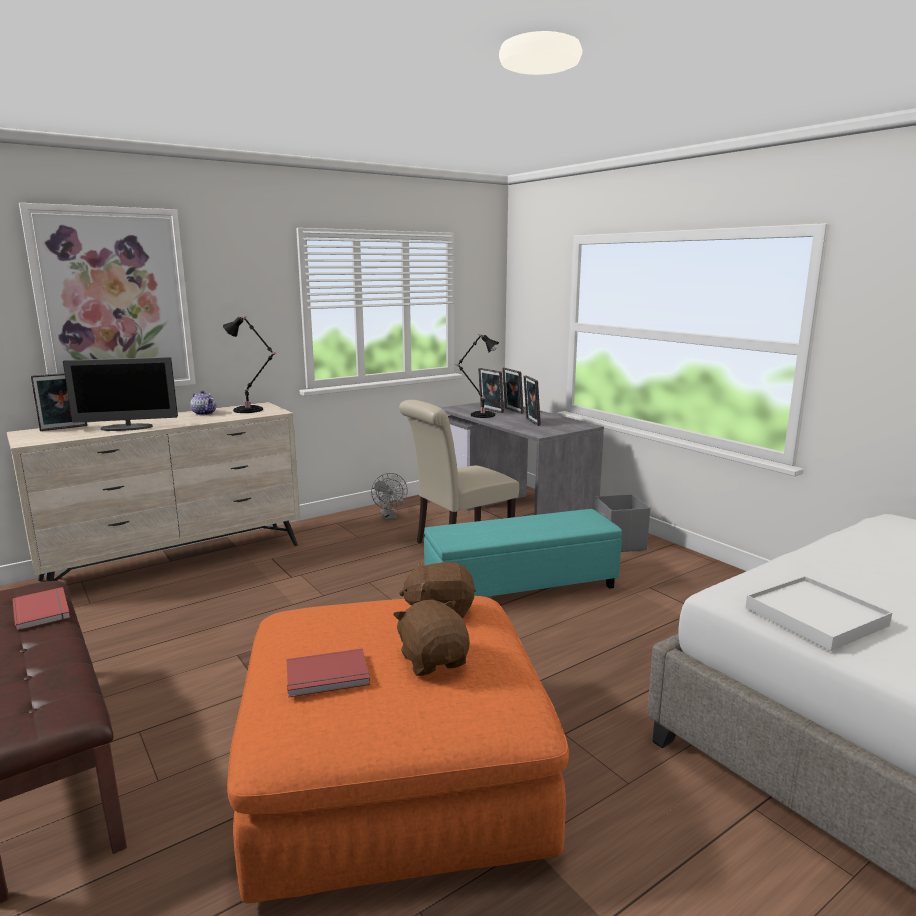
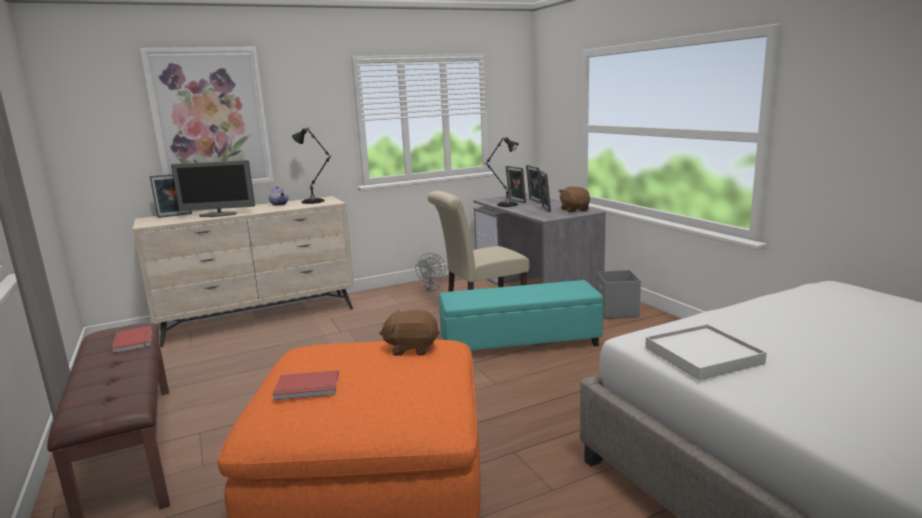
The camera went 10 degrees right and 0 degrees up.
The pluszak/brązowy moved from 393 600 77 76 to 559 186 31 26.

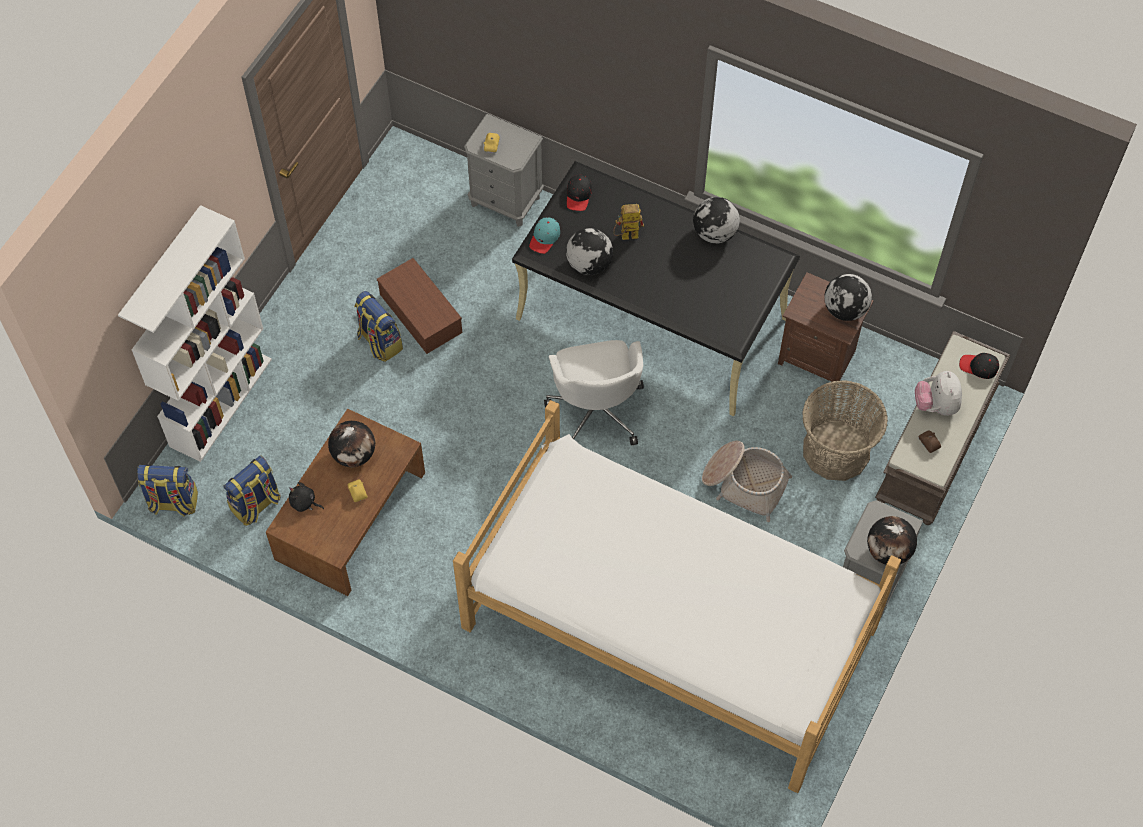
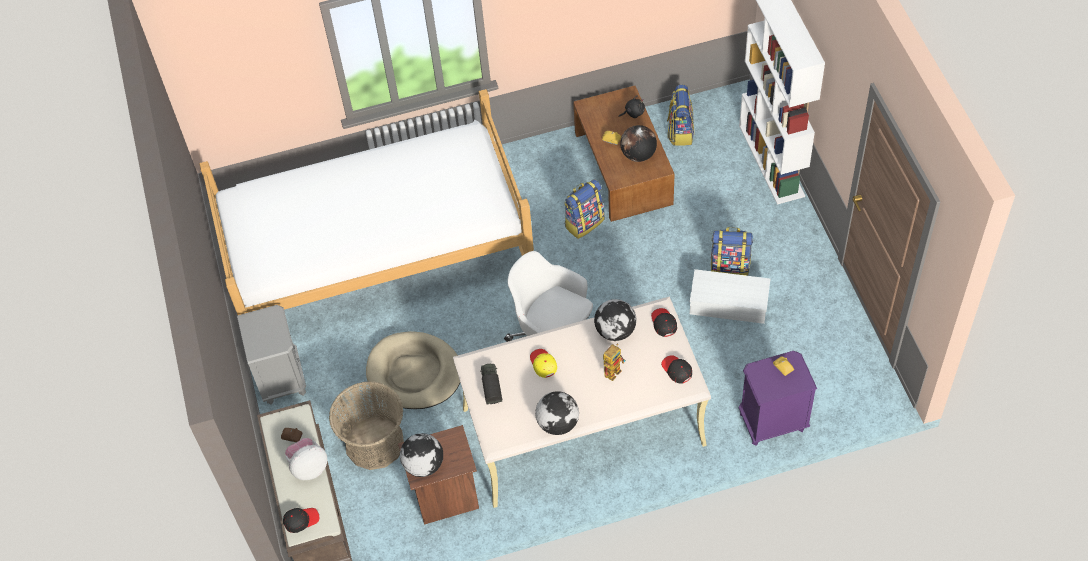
The camera went 140 degrees right and 5 degrees down.
The globus at 867 516 50 49 disappeared.
The ciężarówka zabawkowa at 480 364 22 40 appeared.
The czapka z daszkiem/żółty at 530 349 27 29 appeared.
The plecak moved from 137 464 61 52 to 564 179 41 60.
The koszyk at 702 441 90 81 was replaced by the legowisko/beżowy at 366 331 94 78.
The pojemnik do przechowywania/brązowy at 377 258 85 96 became the pojemnik do przechowywania/biały at 690 269 80 55.
The szafka nocna/szary at 464 114 80 113 became the szafka nocna/fioletowy at 739 351 78 95.
The biurko/czarny at 512 161 288 255 became the biurko/beżowy at 453 297 258 211.
The czapka z daszkiem/turkusowy at 529 217 31 37 became the czapka z daszkiem/czarny at 651 308 26 29.
The pluszak at 915 371 47 45 turned 75 degrees counterclockwise.

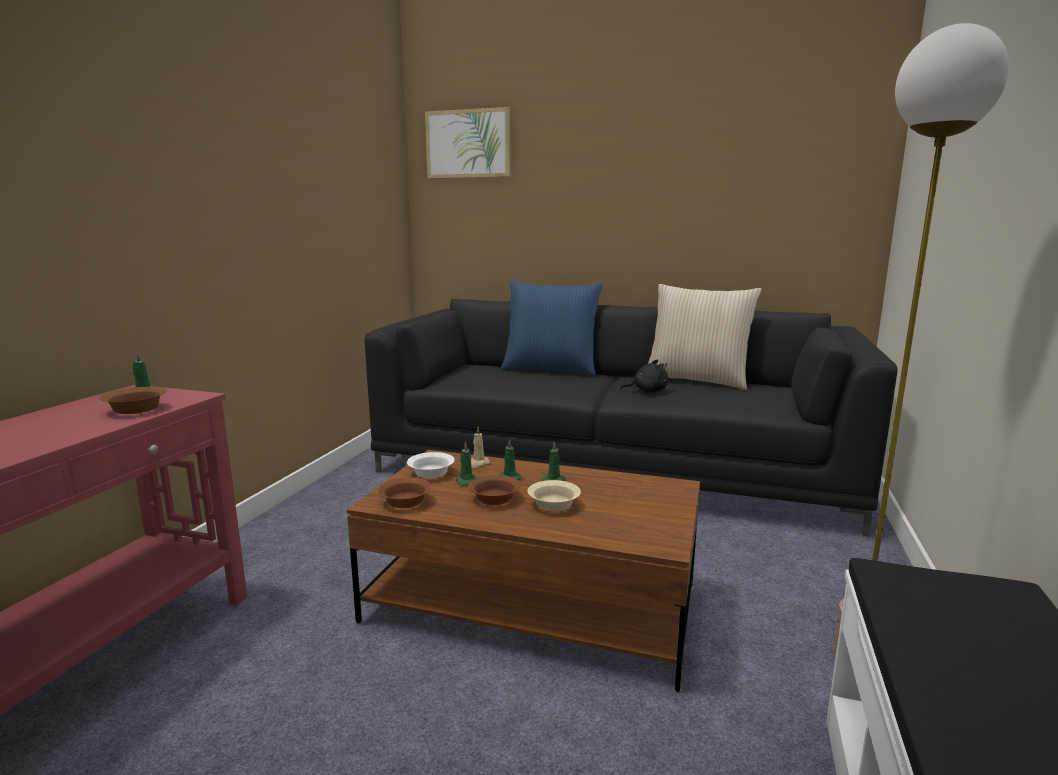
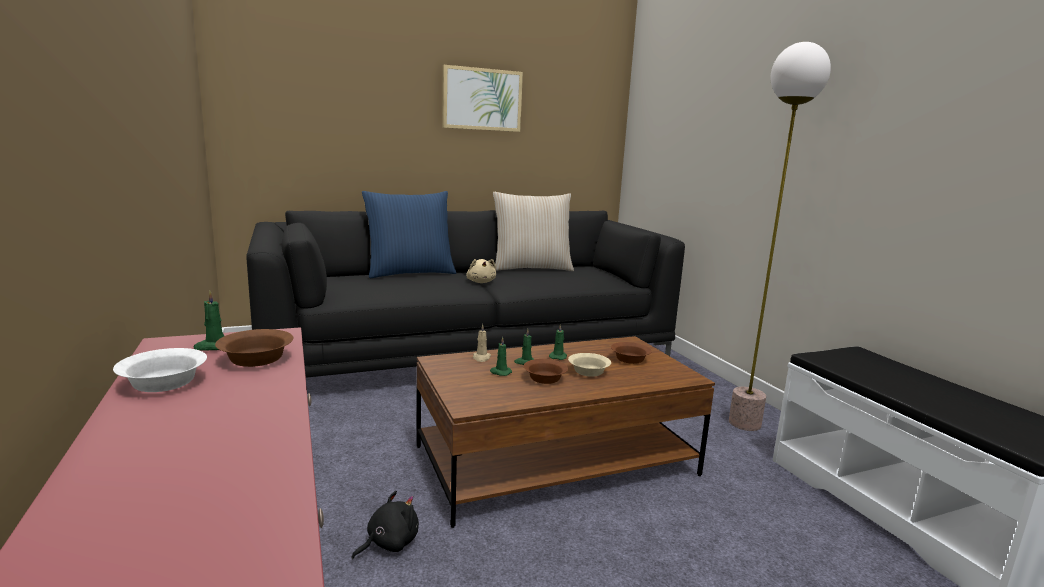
The camera went 40 degrees left and 0 degrees up.
The pluszak/beżowy at 466 259 30 24 appeared.
The miska/brązowy moved from 378 478 54 30 to 611 342 41 22.
The miska/biały moved from 407 452 48 26 to 113 348 94 44.
The obraz moved from 425 107 86 72 to 442 65 81 67.
The pluszak/czarny moved from 620 359 48 33 to 352 491 67 68.

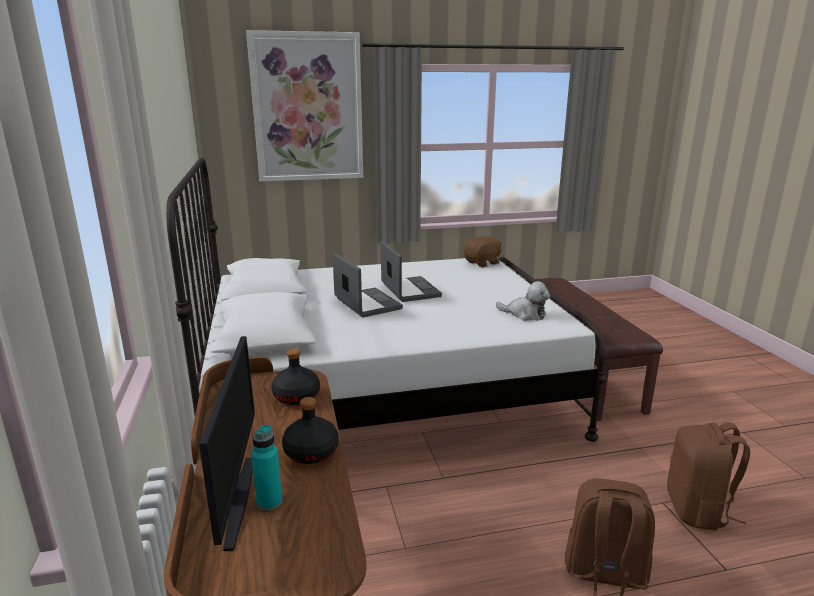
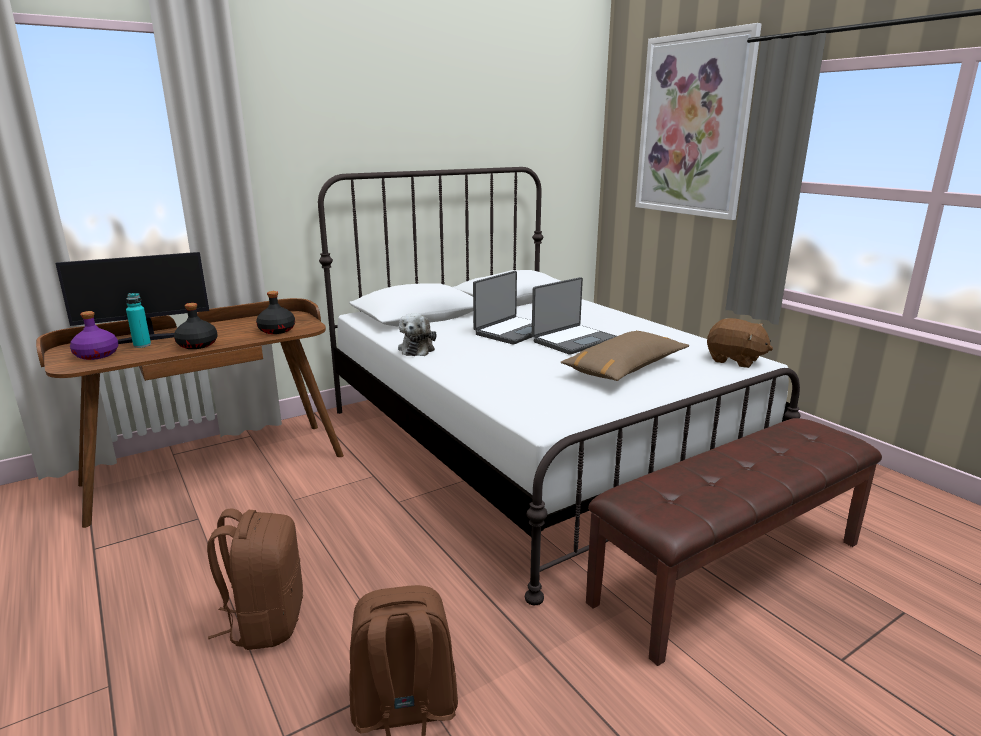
The camera went 70 degrees right and 0 degrees up.
The butelka/fioletowy at 70 311 49 49 appeared.
The poduszka/brązowy at 560 331 129 50 appeared.
The pluszak moved from 496 281 54 40 to 398 313 39 43.

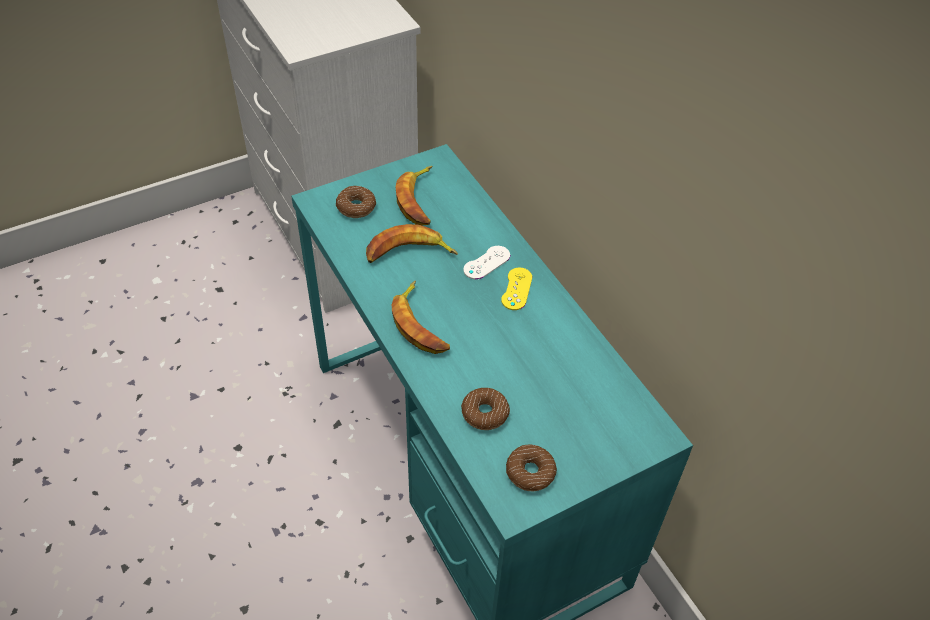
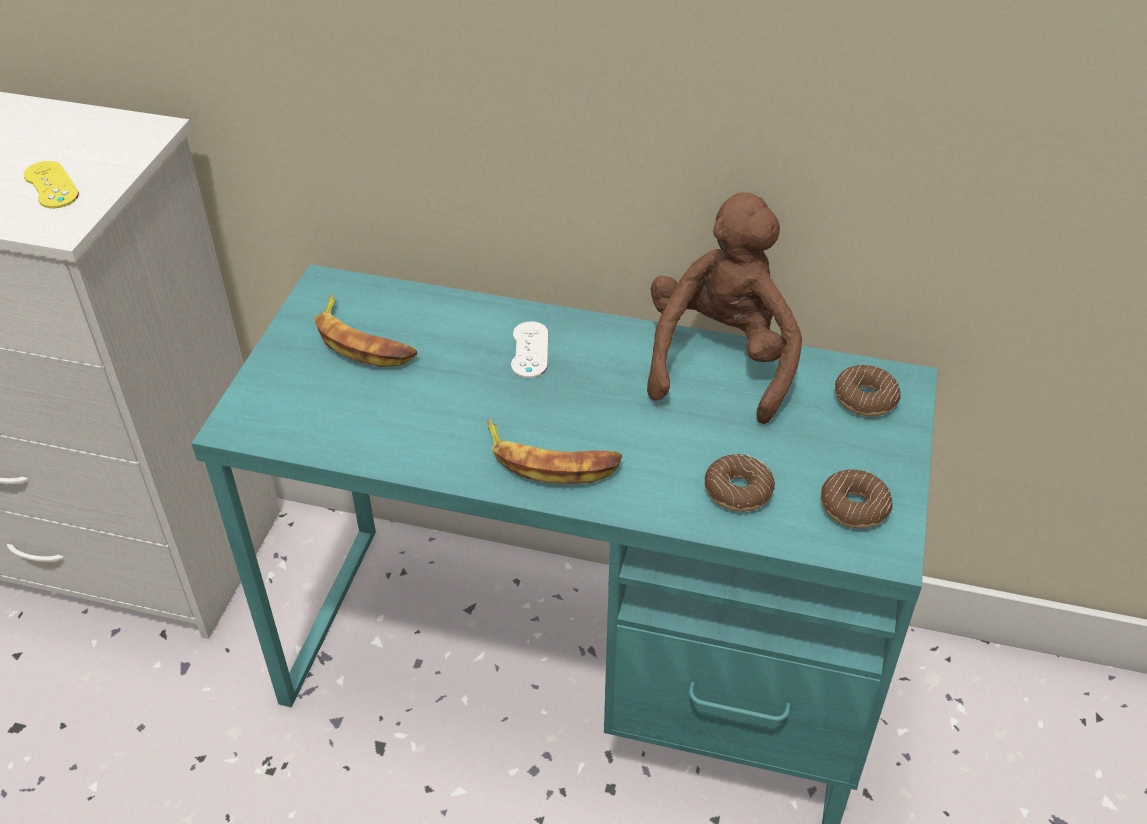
The camera went 45 degrees left and 5 degrees down.
The banan at 366 224 92 39 disappeared.
The pluszak/brązowy at 647 192 155 232 appeared.
The donut moved from 336 186 40 32 to 835 365 66 51.
The pad do gier/żółty moved from 501 268 31 42 to 23 161 56 47.

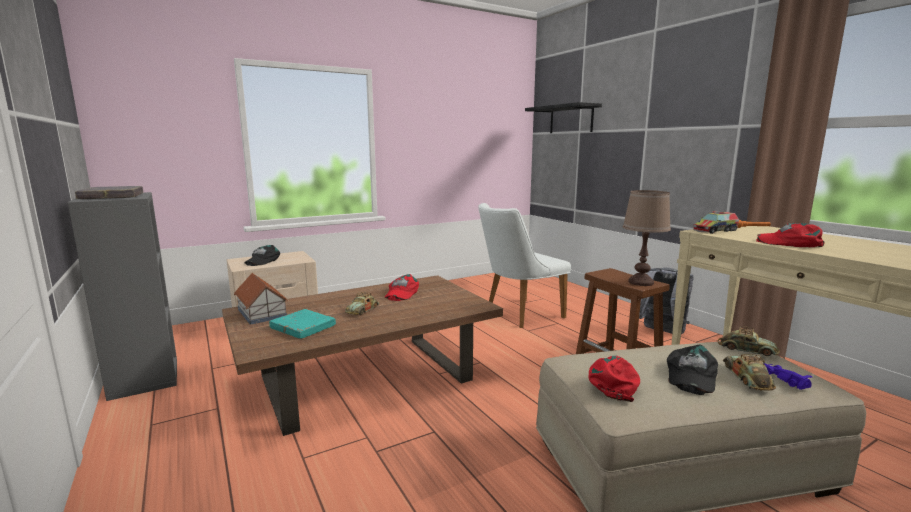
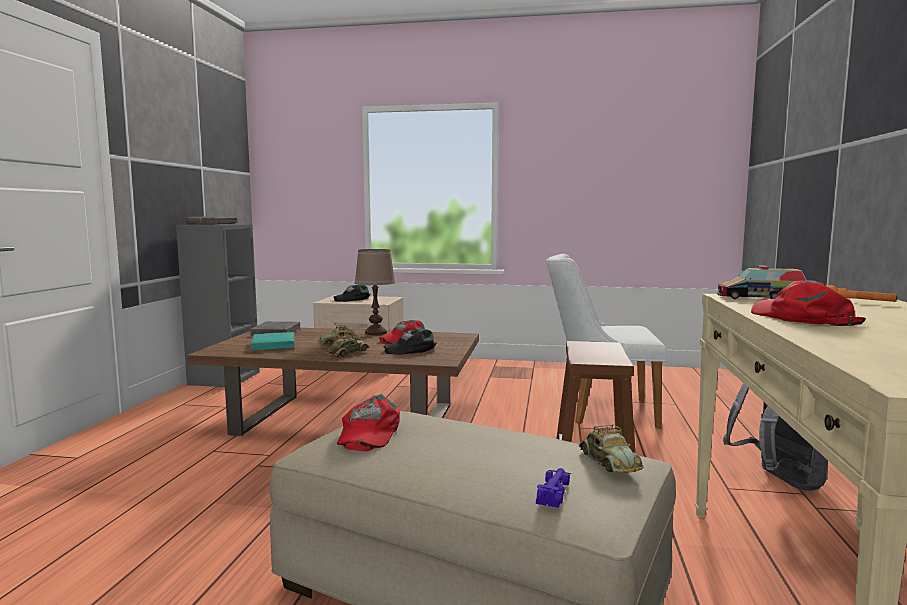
The camera went 40 degrees right and 5 degrees down.
The półka/czarny at 525 102 77 31 disappeared.
The lampa stołowa/brązowy moved from 623 190 48 96 to 355 249 40 86.
The czapka z daszkiem/czarny moved from 667 345 51 50 to 383 329 54 26.
The samochodzik moved from 723 354 53 37 to 326 334 44 23.
The domek at 234 273 54 52 was replaced by the książka/szary at 250 321 50 14.
The czapka z daszkiem/czerwony at 588 355 52 47 turned 120 degrees clockwise.

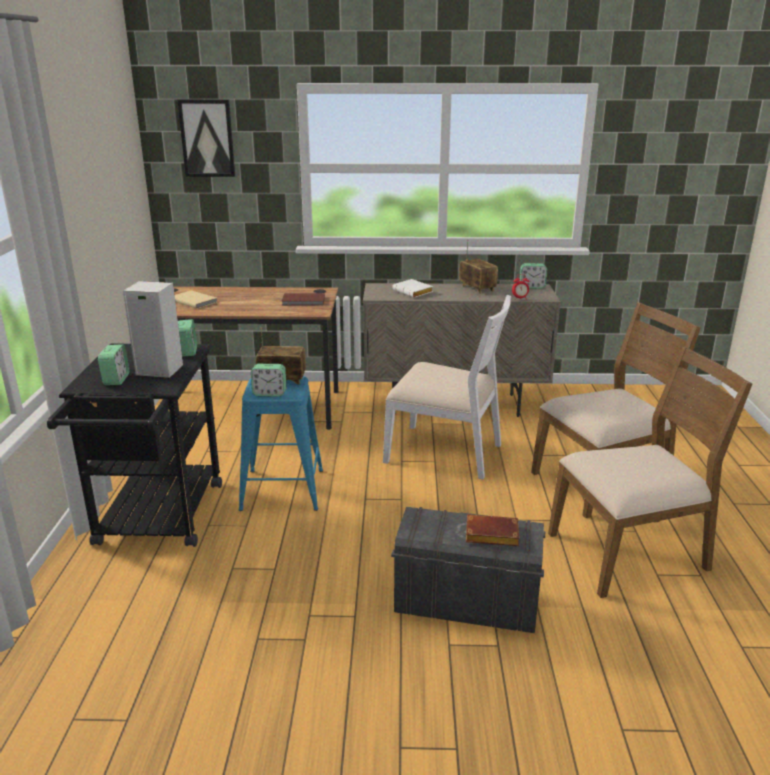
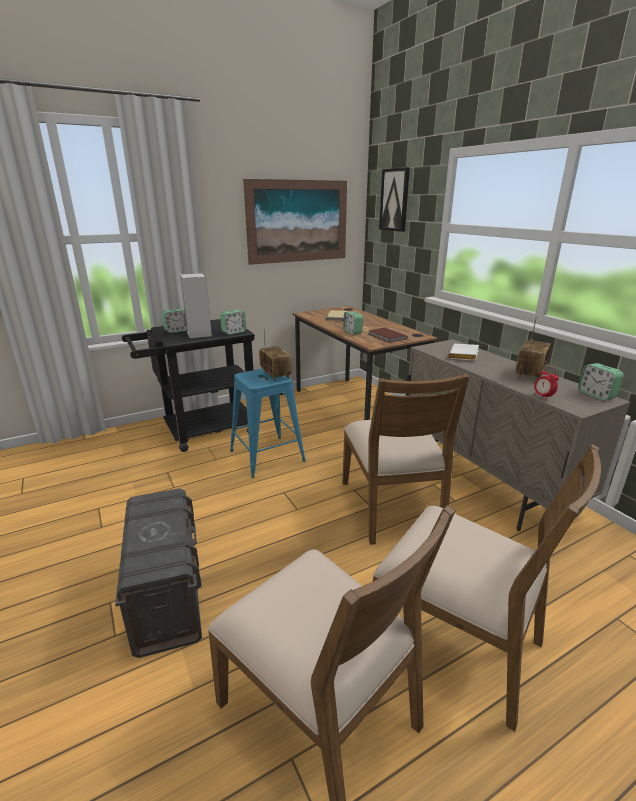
The camera went 60 degrees right and 0 degrees up.
The książka/brązowy at 466 514 54 32 disappeared.
The obraz at 243 179 104 86 appeared.
The budzik moved from 251 364 35 33 to 343 311 20 24.
The krzesło/biały at 383 295 128 185 became the krzesło/brązowy at 342 374 127 171.

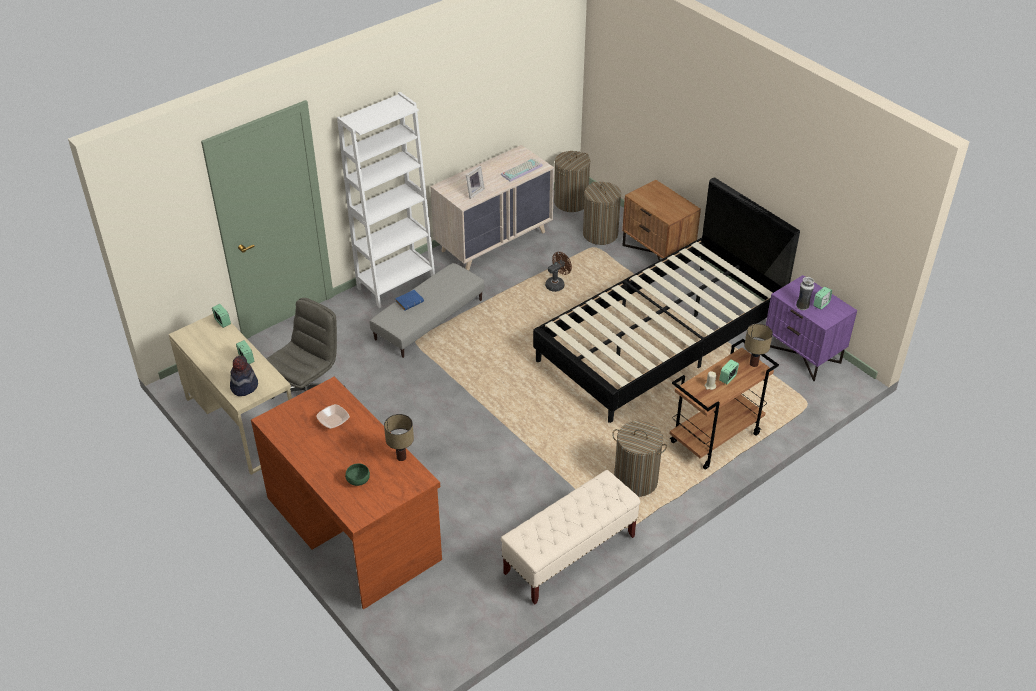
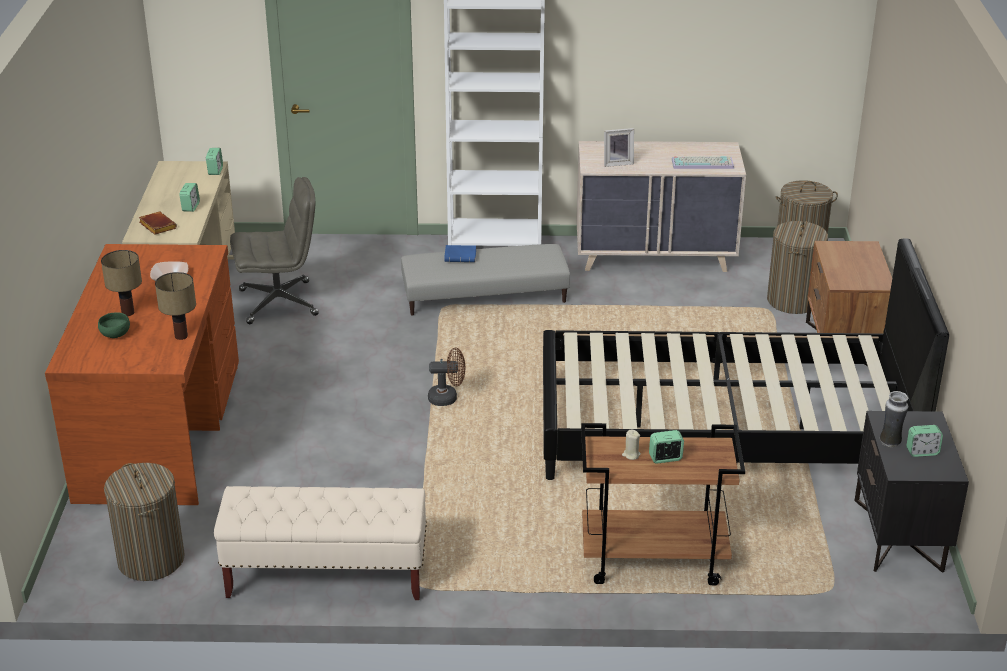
The camera went 40 degrees right and 10 degrees down.
The wentylator/brązowy moved from 545 252 27 40 to 428 348 37 58.
The kosz na pranie moved from 612 421 55 76 to 104 463 81 118.
The lampa stołowa moved from 744 323 29 44 to 101 250 41 66.
The kapelusz at 230 356 28 40 was replaced by the książka/brązowy at 139 212 38 23.
The szafka nocna/fioletowy at 766 275 91 106 became the szafka nocna/czarny at 854 411 115 162.

